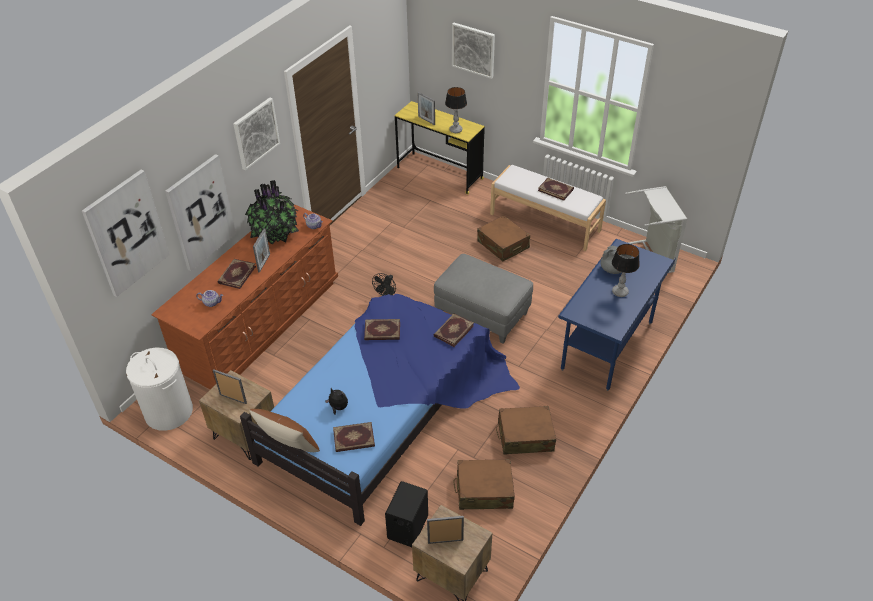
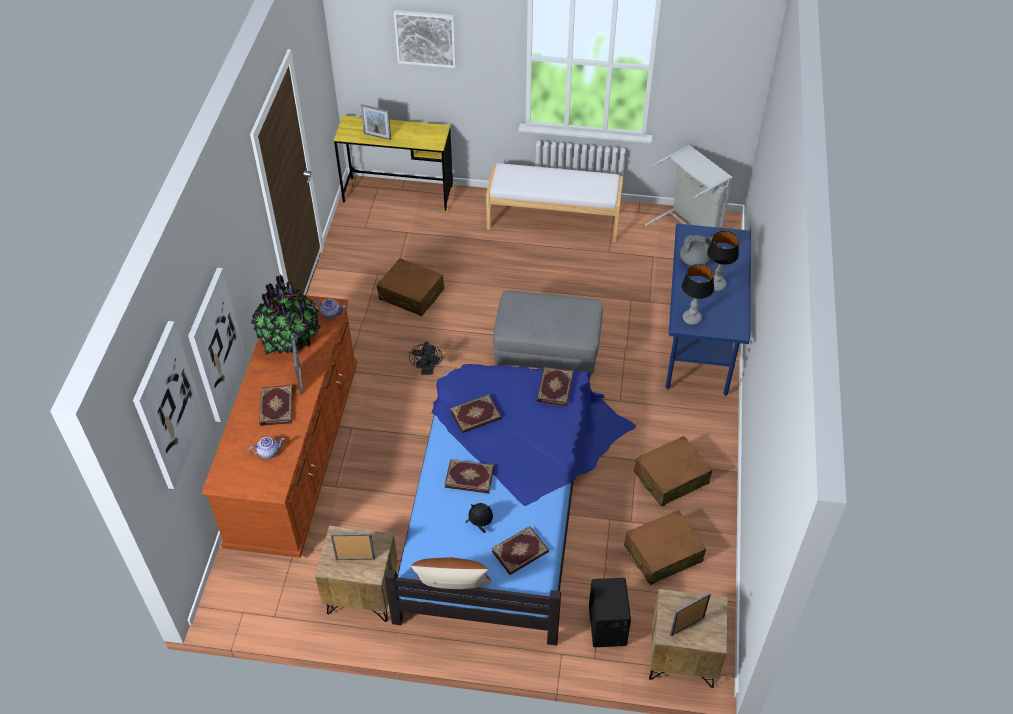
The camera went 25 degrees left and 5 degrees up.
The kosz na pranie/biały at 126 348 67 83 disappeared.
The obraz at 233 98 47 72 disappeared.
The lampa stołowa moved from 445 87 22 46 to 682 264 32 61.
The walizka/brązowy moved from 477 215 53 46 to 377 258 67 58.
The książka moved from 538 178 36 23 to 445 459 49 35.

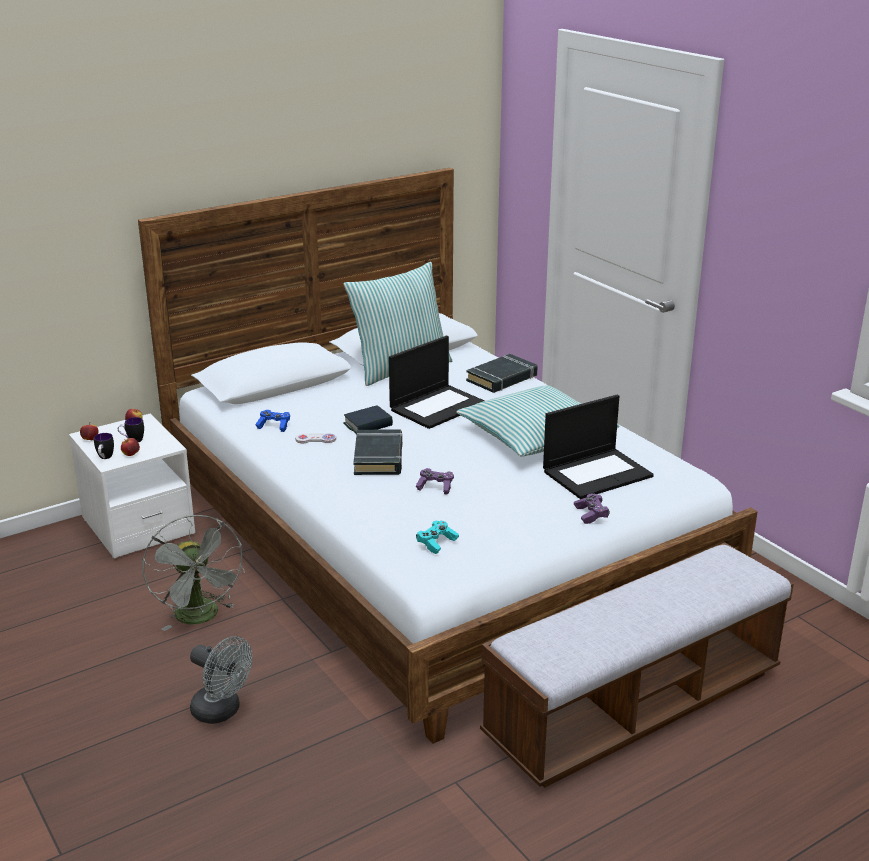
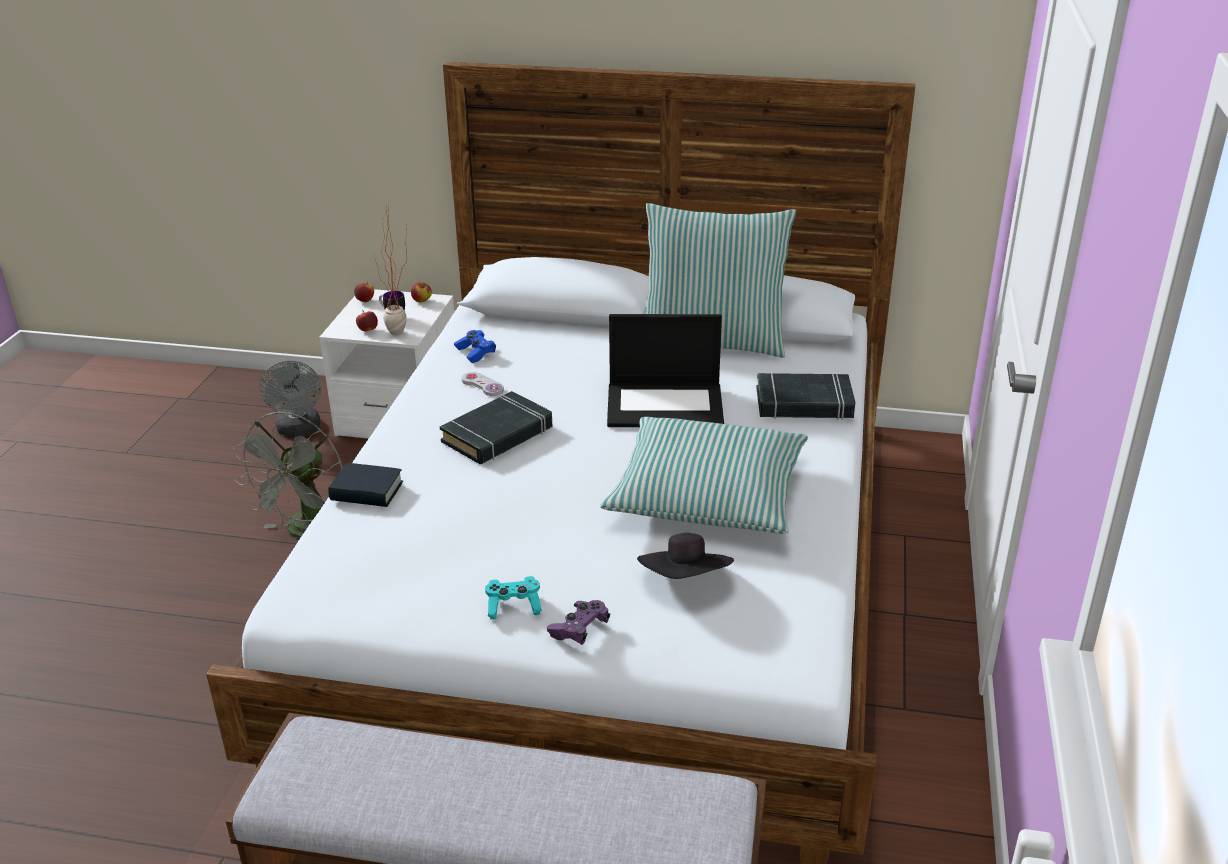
The camera went 45 degrees right and 5 degrees up.
The kubek at 94 433 20 26 disappeared.
The pad do gier/fioletowy at 416 468 38 27 disappeared.
The roślina doniczkowa at 373 202 34 134 appeared.
The wentylator/szary moved from 190 636 62 88 to 260 361 61 76.
The książka moved from 343 405 50 29 to 328 463 75 44.
The pad do gier/turkusowy moved from 416 521 43 33 to 485 576 57 43.
The laptop at 543 395 111 104 was replaced by the kapelusz/czarny at 637 533 97 46.

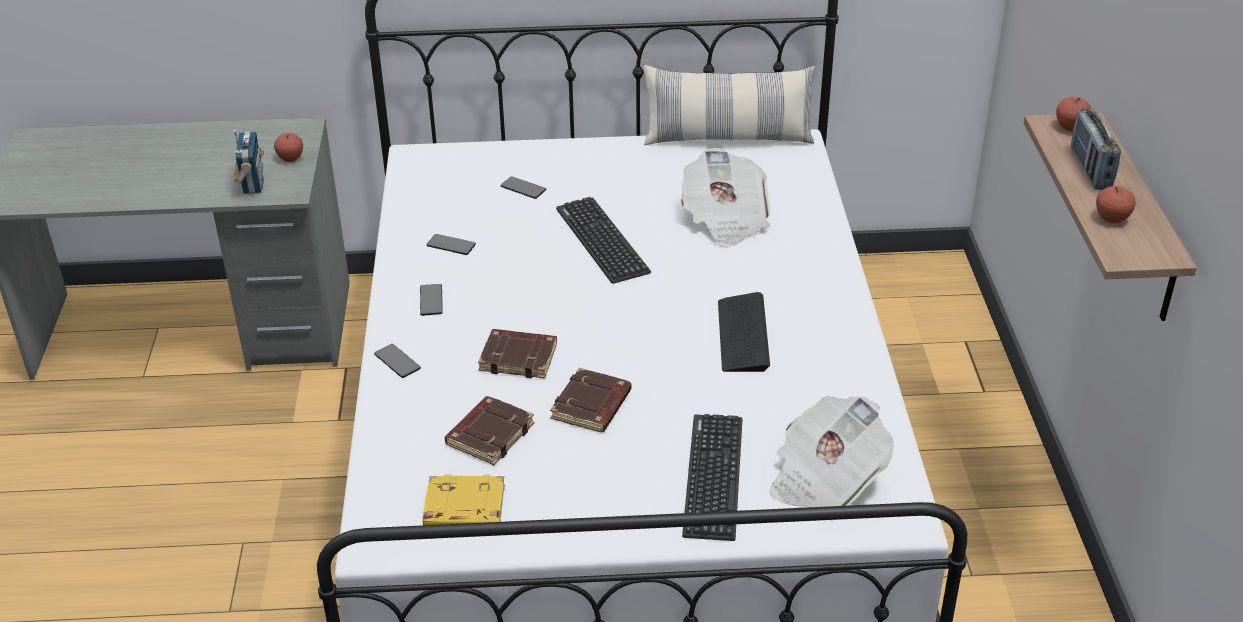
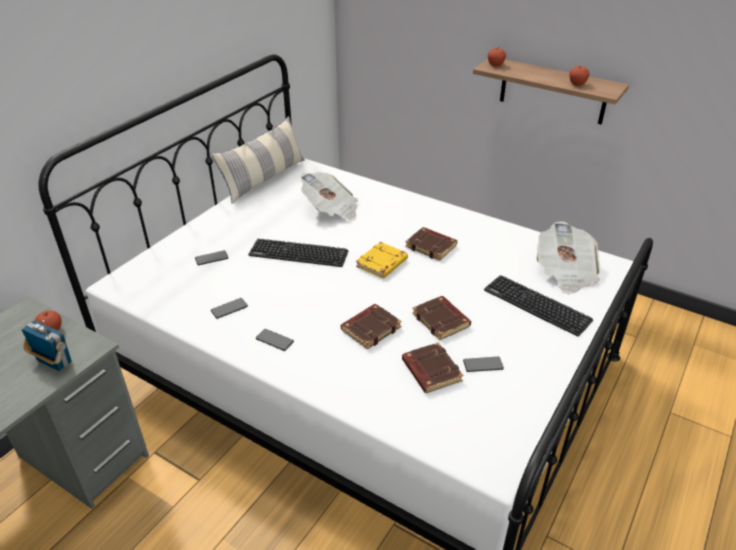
The camera went 55 degrees left and 0 degrees up.
The radio at 1071 108 50 82 disappeared.
The telefon moved from 374 344 47 34 to 463 357 41 15.
The książka/żółty moved from 423 474 82 51 to 356 242 52 36.
The klawiatura at 718 292 52 80 was replaced by the książka/brązowy at 405 227 52 34.

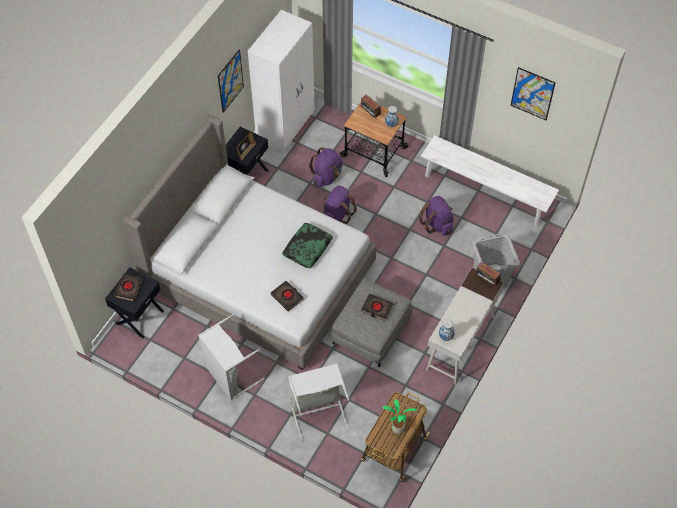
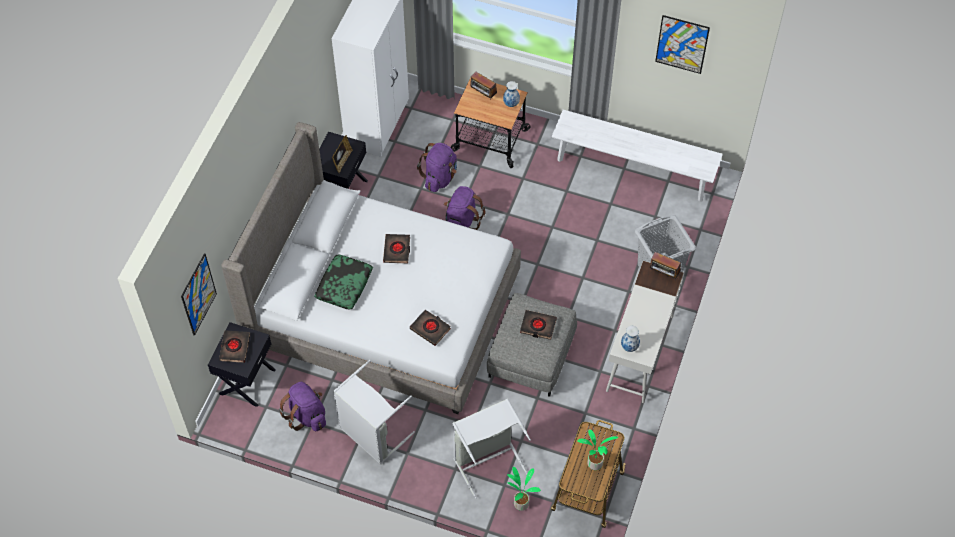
The camera went 10 degrees left and 0 degrees up.
The książka/czarny at 383 234 27 29 appeared.
The roślina doniczkowa at 507 467 34 44 appeared.
The obraz moved from 218 50 26 63 to 181 253 36 83.
The poduszka moved from 282 223 51 45 to 314 254 59 56.
The plecak/fioletowy moved from 419 196 34 40 to 279 382 47 49.

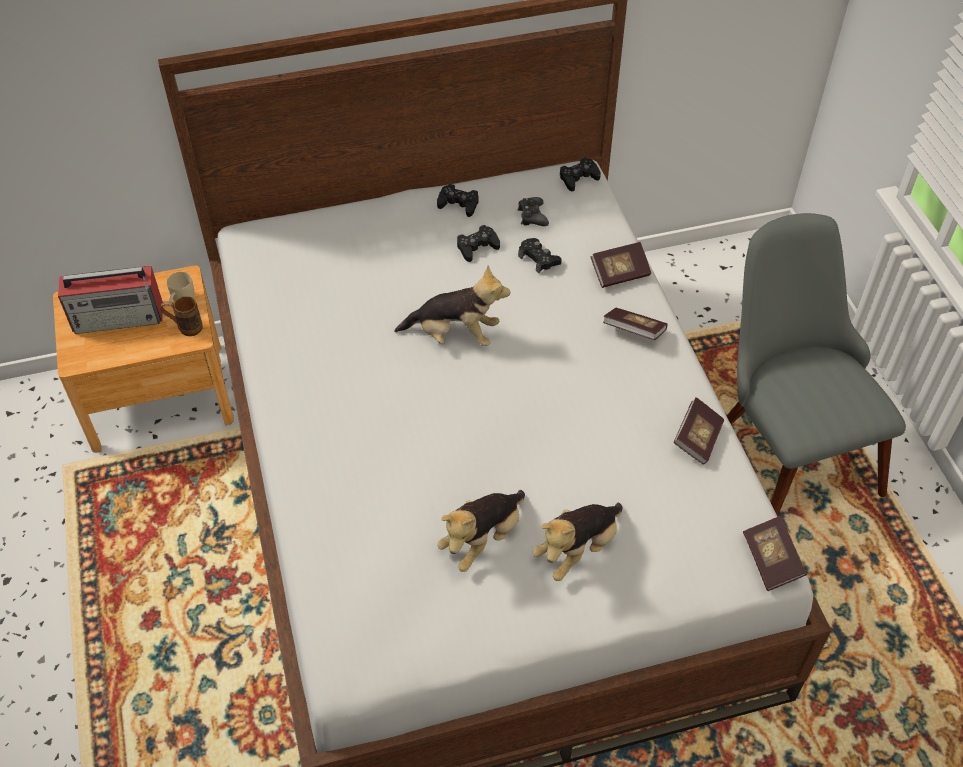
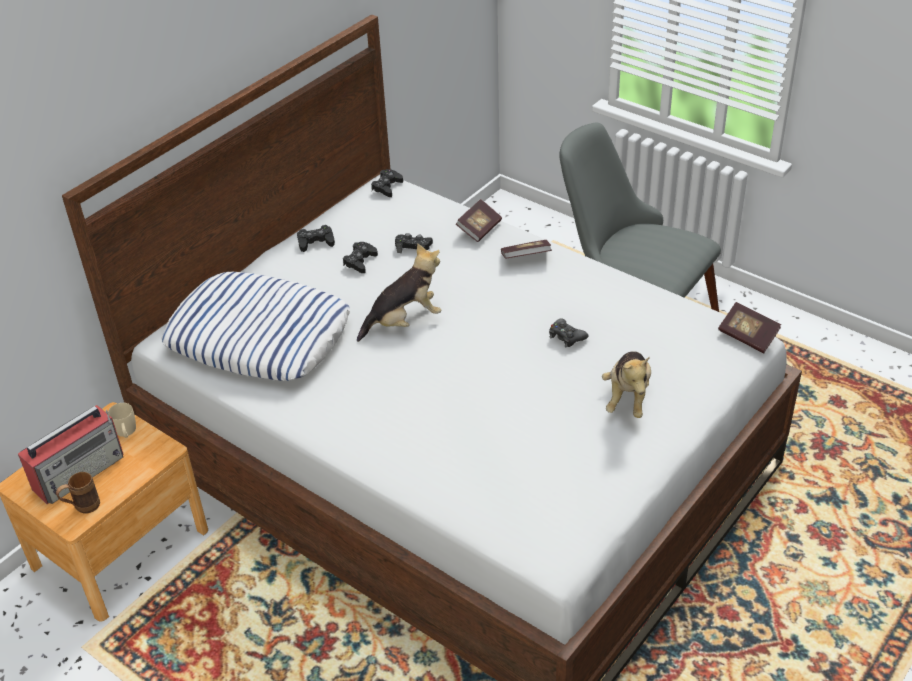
The camera went 35 degrees left and 10 degrees down.
The pluszak at 437 490 88 82 disappeared.
The książka at 674 397 50 68 disappeared.
The poduszka at 161 272 189 109 appeared.
The kubek/brązowy moved from 160 296 42 40 to 56 472 44 42.
The pad do gier/czarny moved from 518 197 31 29 to 549 318 39 30.

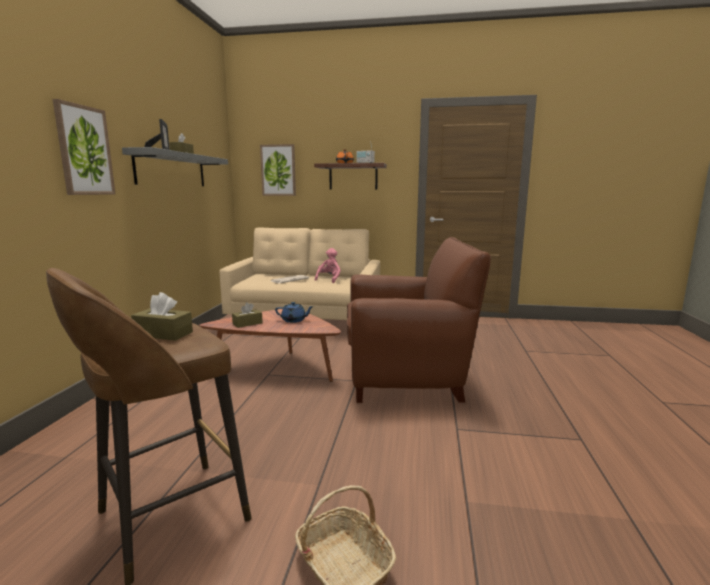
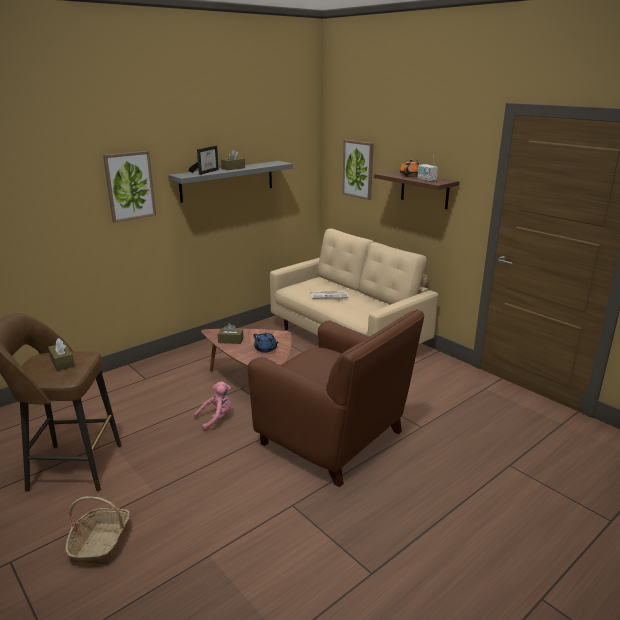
The camera went 40 degrees right and 10 degrees up.
The pluszak/różowy moved from 315 248 26 35 to 194 382 38 49.

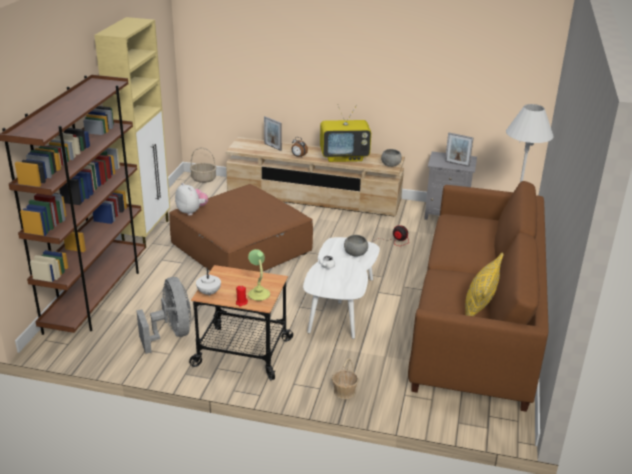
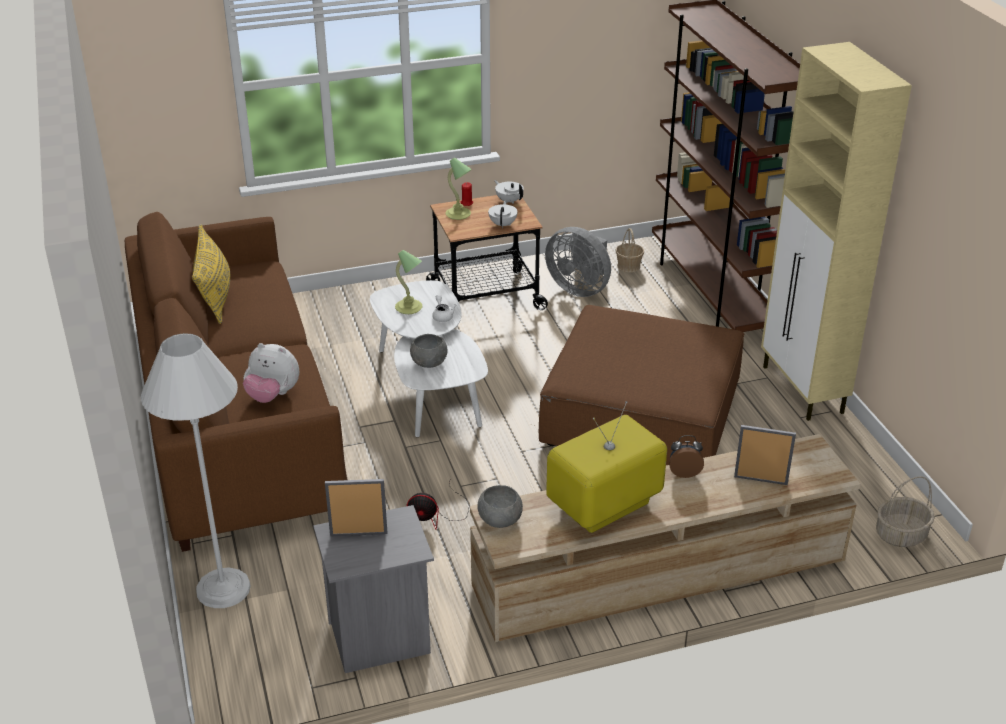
The camera went 150 degrees right and 5 degrees up.
The lampa stołowa at 395 250 27 64 appeared.
The imbryk/biały at 488 201 30 27 appeared.
The pluszak moved from 175 183 33 33 to 243 343 56 60.
The koszyk moved from 332 358 27 41 to 616 228 28 45.

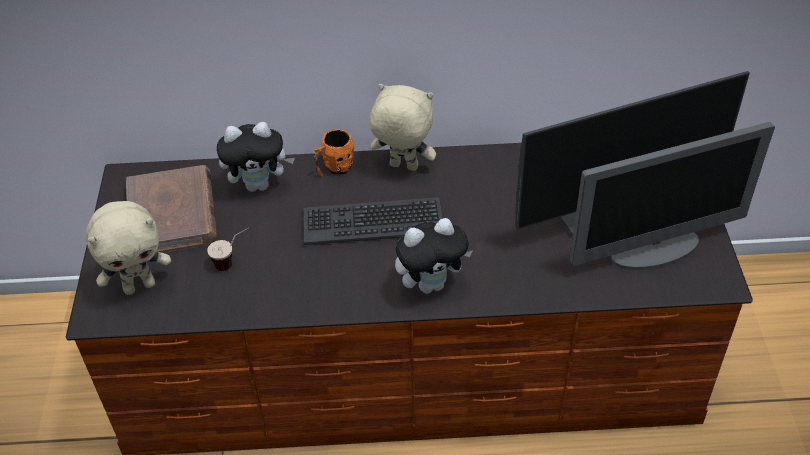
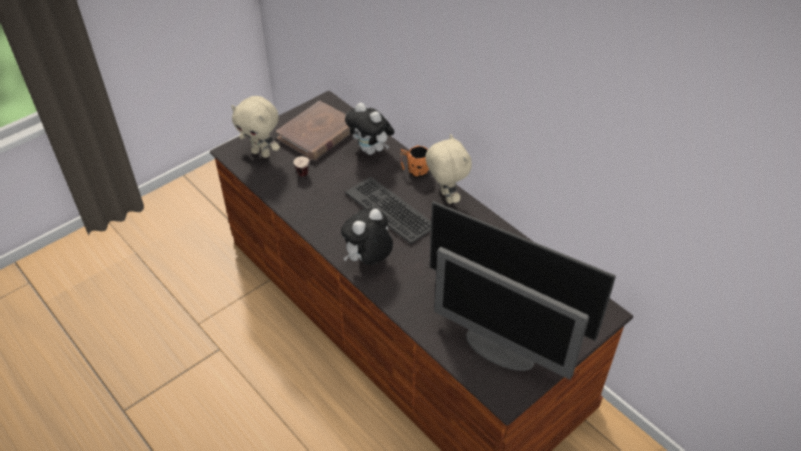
The camera went 50 degrees right and 0 degrees up.
The pluszak at 395 218 78 75 turned 105 degrees clockwise.

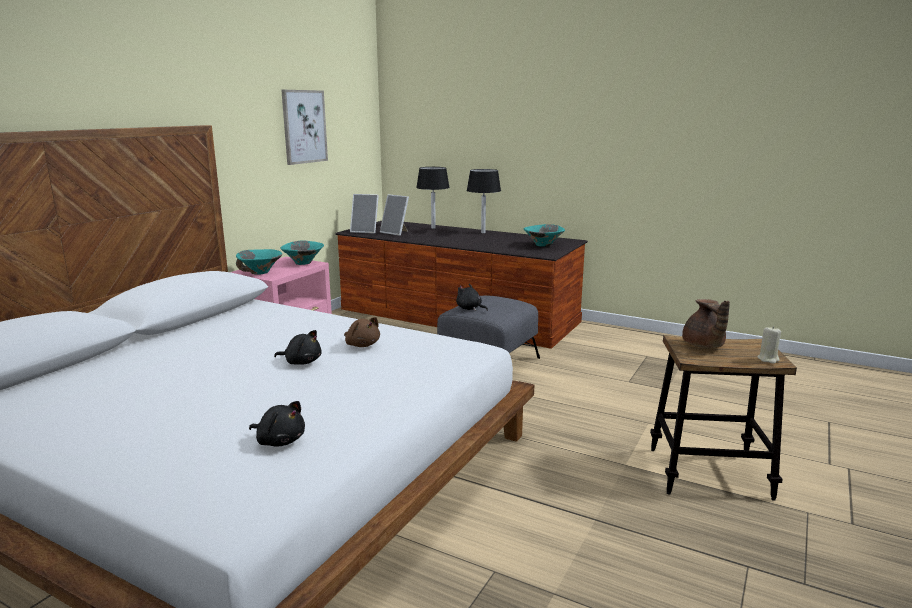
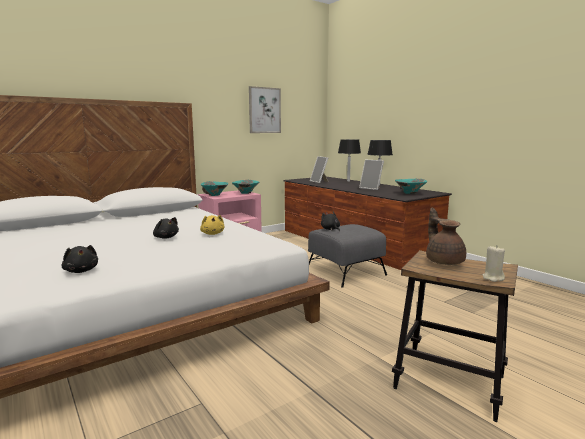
The camera went 25 degrees right and 5 degrees down.
The ramka na zdjęcie moved from 350 194 29 40 to 359 160 25 30.
The pluszak/brązowy at 344 317 36 30 became the pluszak/żółty at 200 215 24 20.
The imbryk/brązowy at 682 299 48 49 turned 150 degrees clockwise.

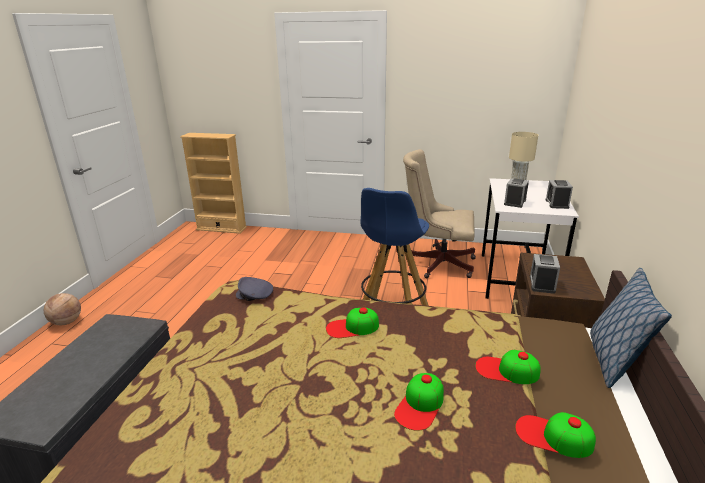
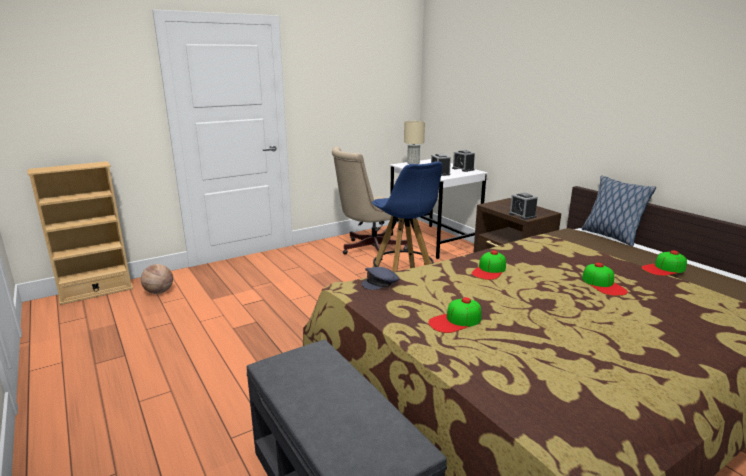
The camera went 45 degrees left and 5 degrees down.
The piłka do koszykówki moved from 44 293 37 32 to 141 264 32 30.
The czapka z daszkiem moved from 475 350 66 34 to 428 297 54 36.

